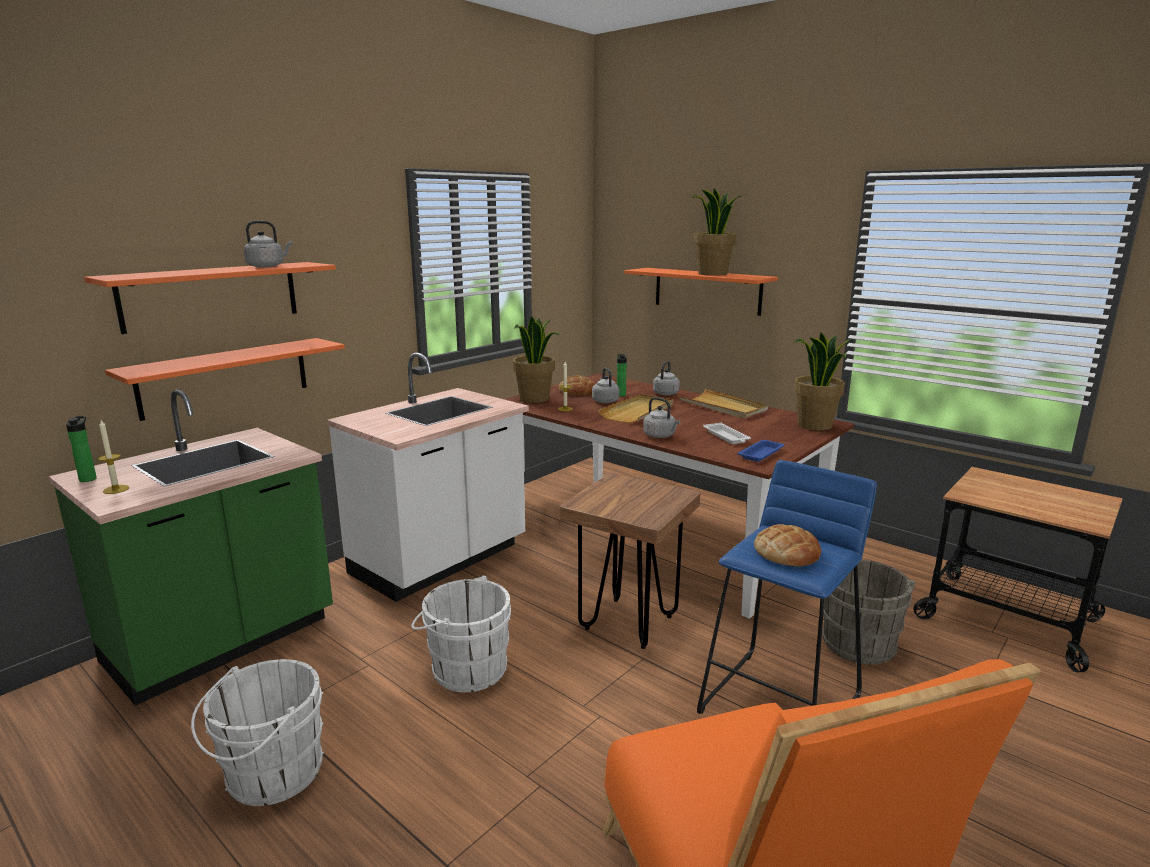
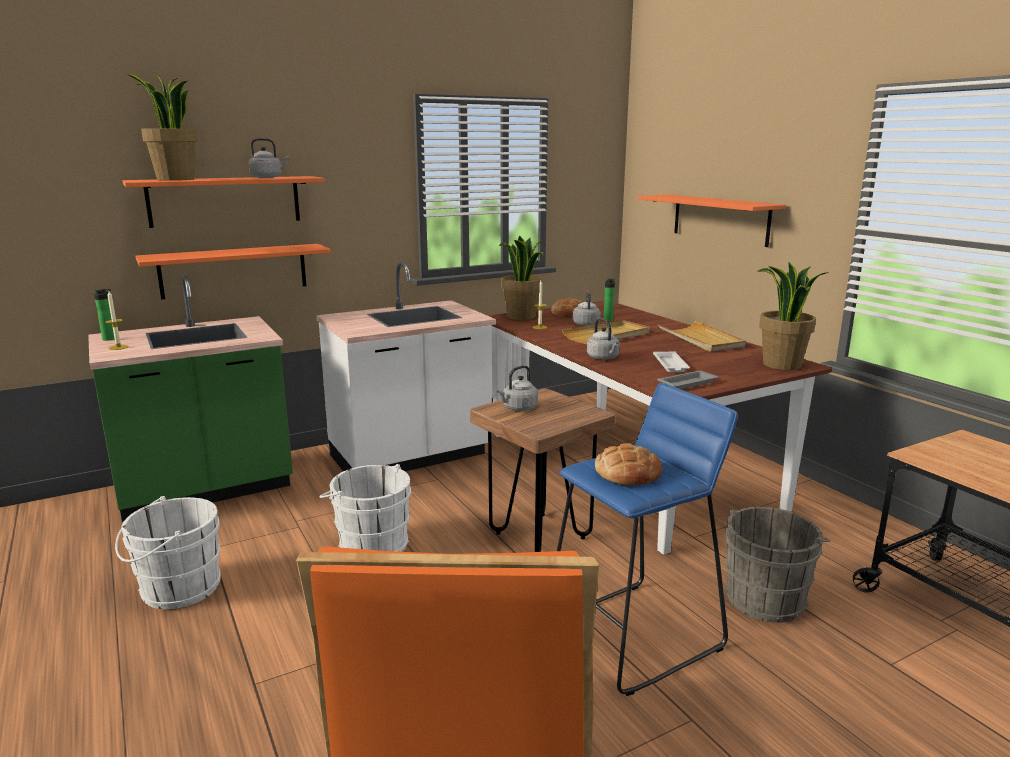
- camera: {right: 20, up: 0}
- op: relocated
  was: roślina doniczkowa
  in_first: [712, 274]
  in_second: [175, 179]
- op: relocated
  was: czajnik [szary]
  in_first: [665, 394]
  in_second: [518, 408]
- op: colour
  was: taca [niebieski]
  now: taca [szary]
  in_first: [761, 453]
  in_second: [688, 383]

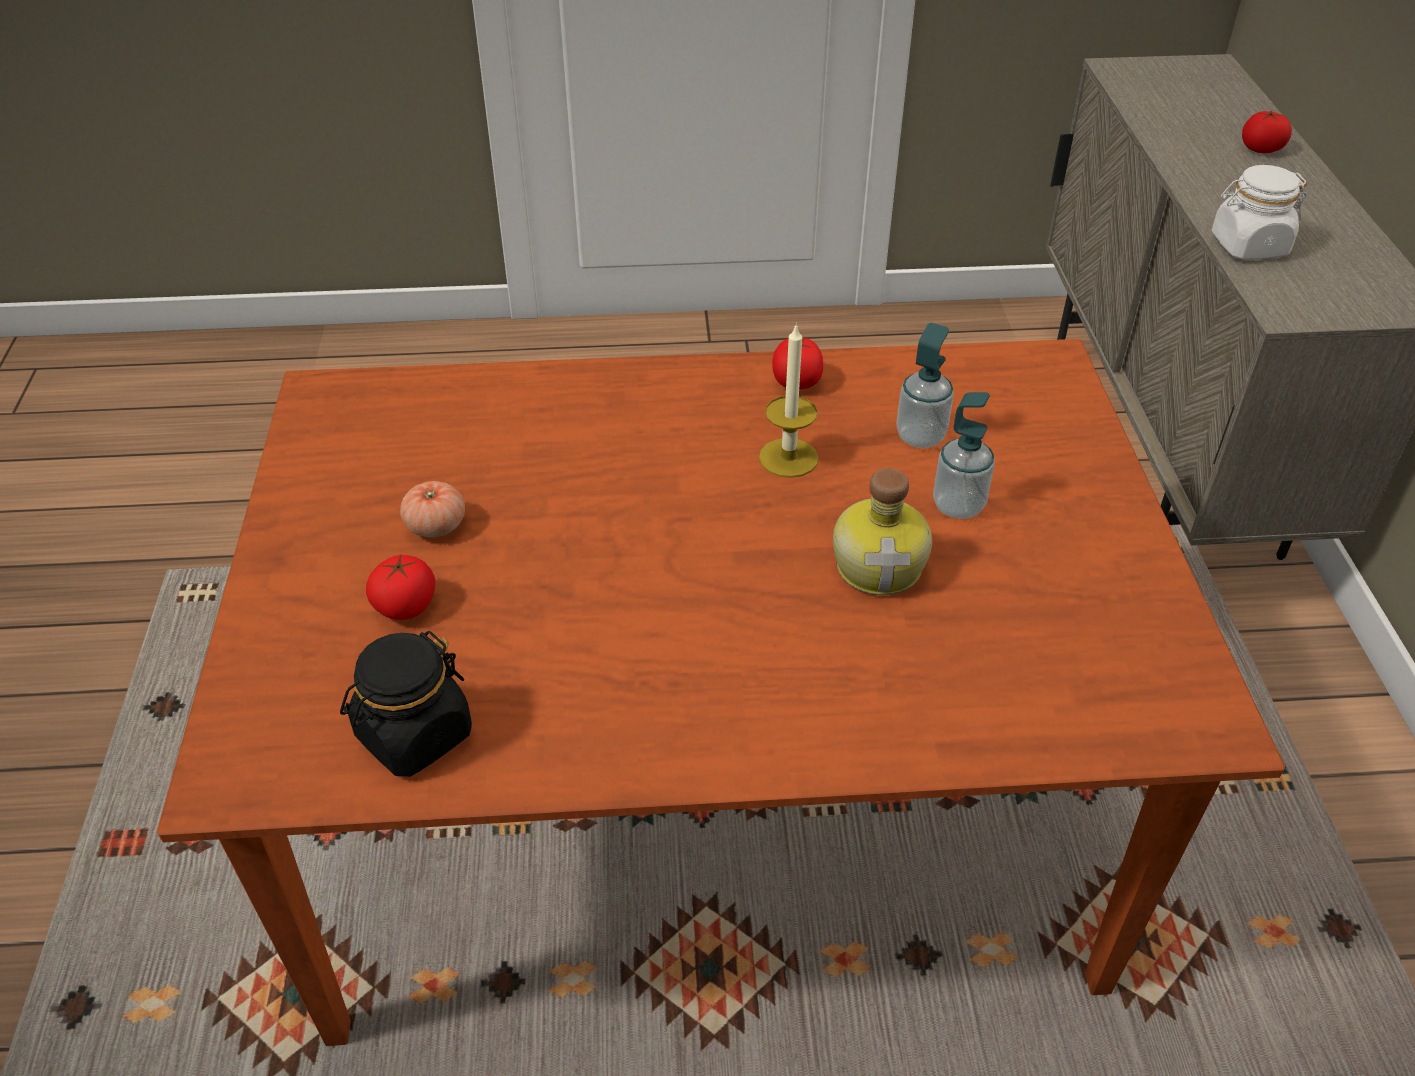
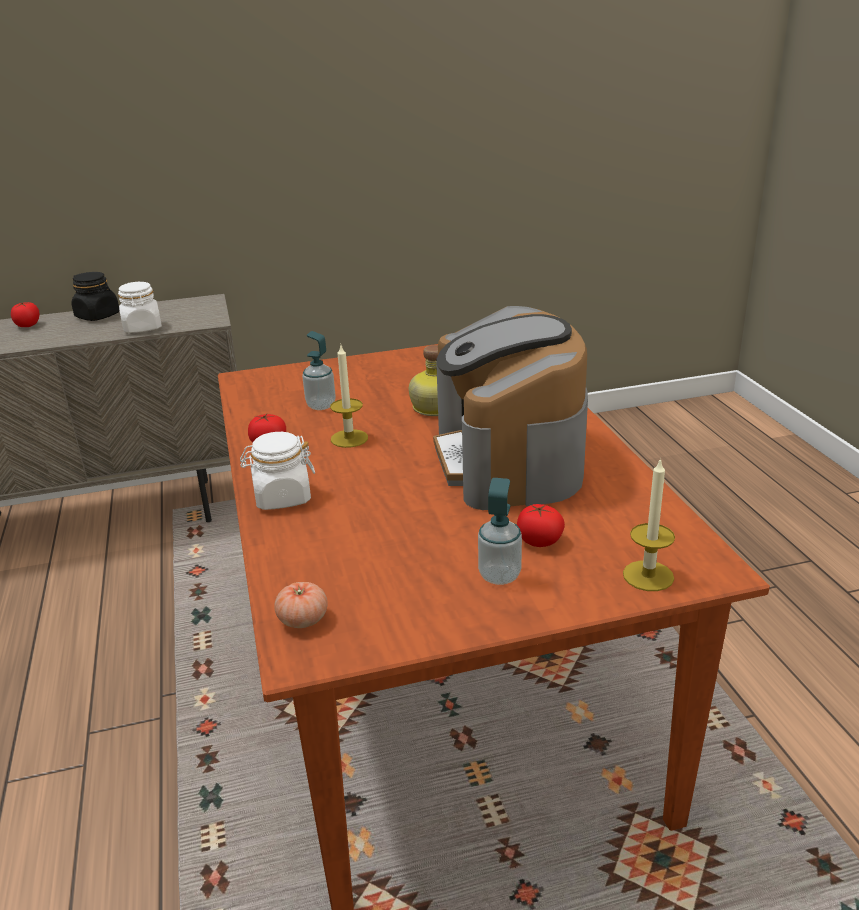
- camera: {right: -100, up: -15}
- op: relocated
  was: słoik [czarny]
  in_first: [414, 735]
  in_second: [98, 316]
- op: appeared
  now: słoik [biały]
  in_second: [282, 497]
- op: relocated
  was: pomidor
  in_first: [436, 526]
  in_second: [303, 619]
- op: appeared
  now: ekspres do kawy
  in_second: [509, 459]
- op: relocated
  was: dozownik mydła
  in_first: [958, 506]
  in_second: [499, 575]
- op: appeared
  now: świeca
  in_second: [648, 576]

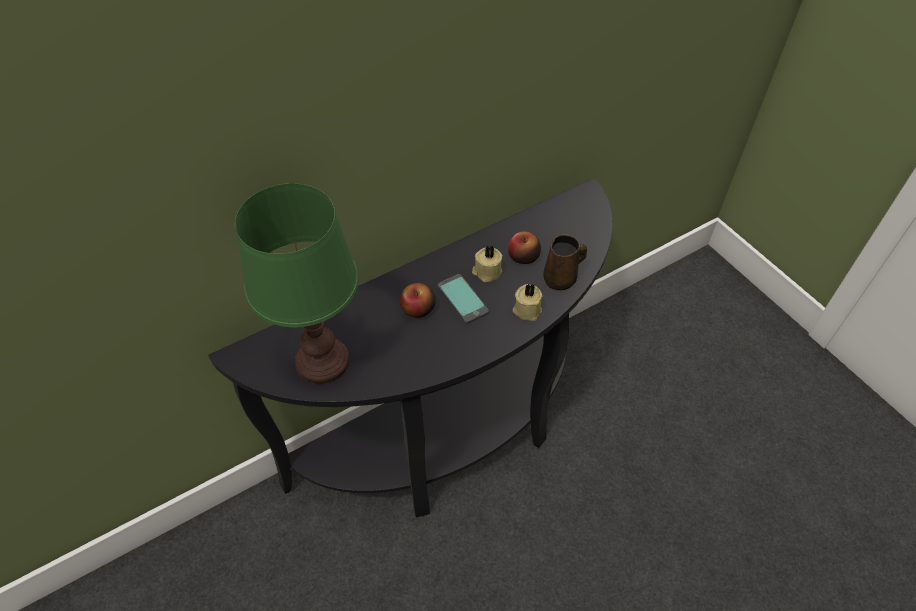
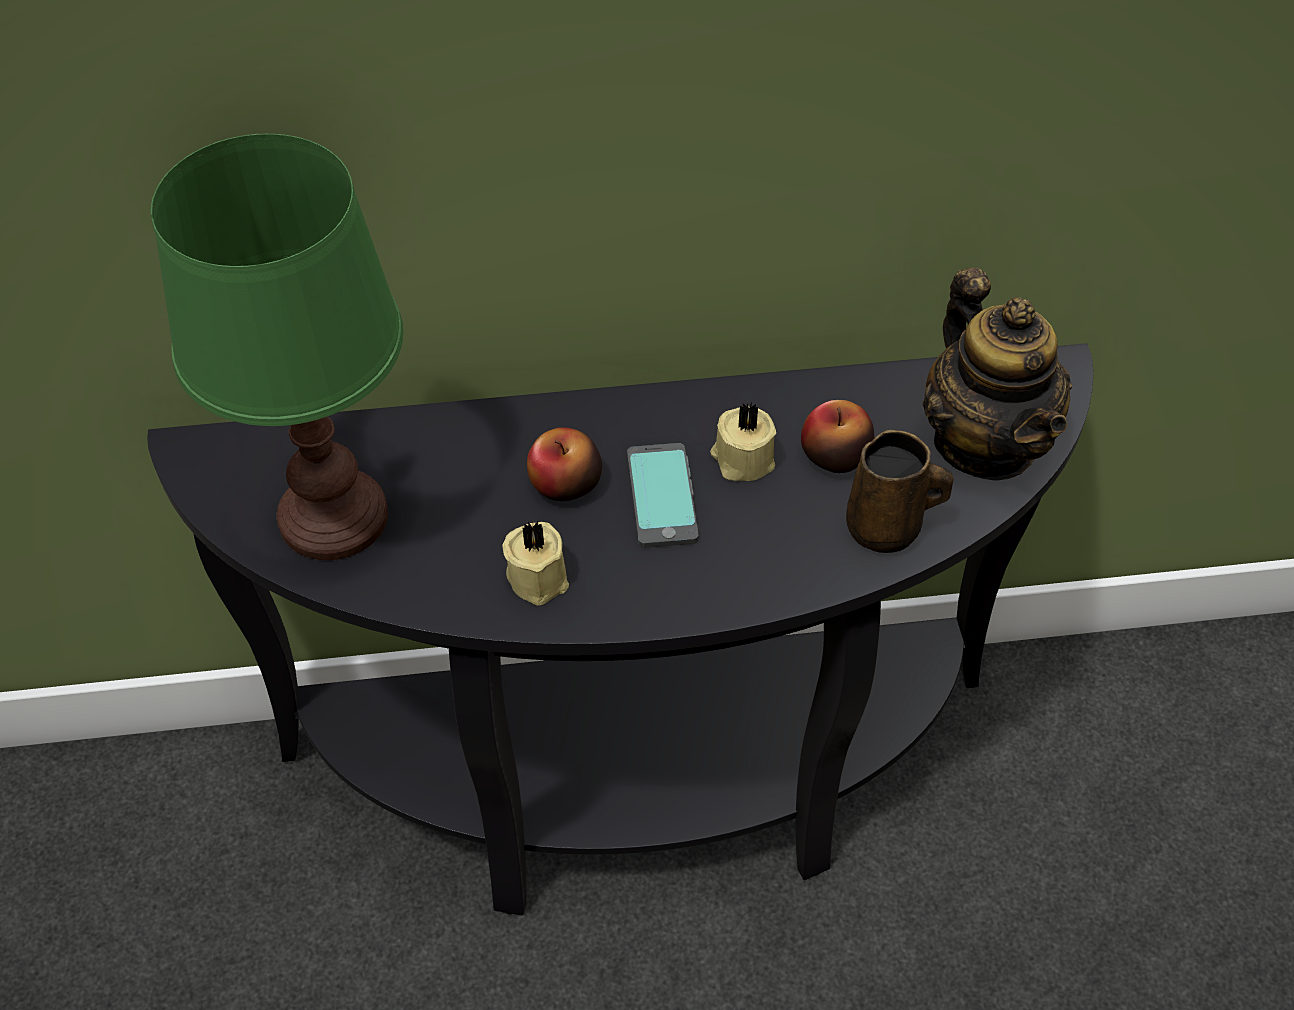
- camera: {right: 25, up: 0}
- op: relocated
  was: świeca [beżowy]
  in_first: [527, 309]
  in_second: [539, 576]
- op: appeared
  now: imbryk
  in_second: [984, 443]

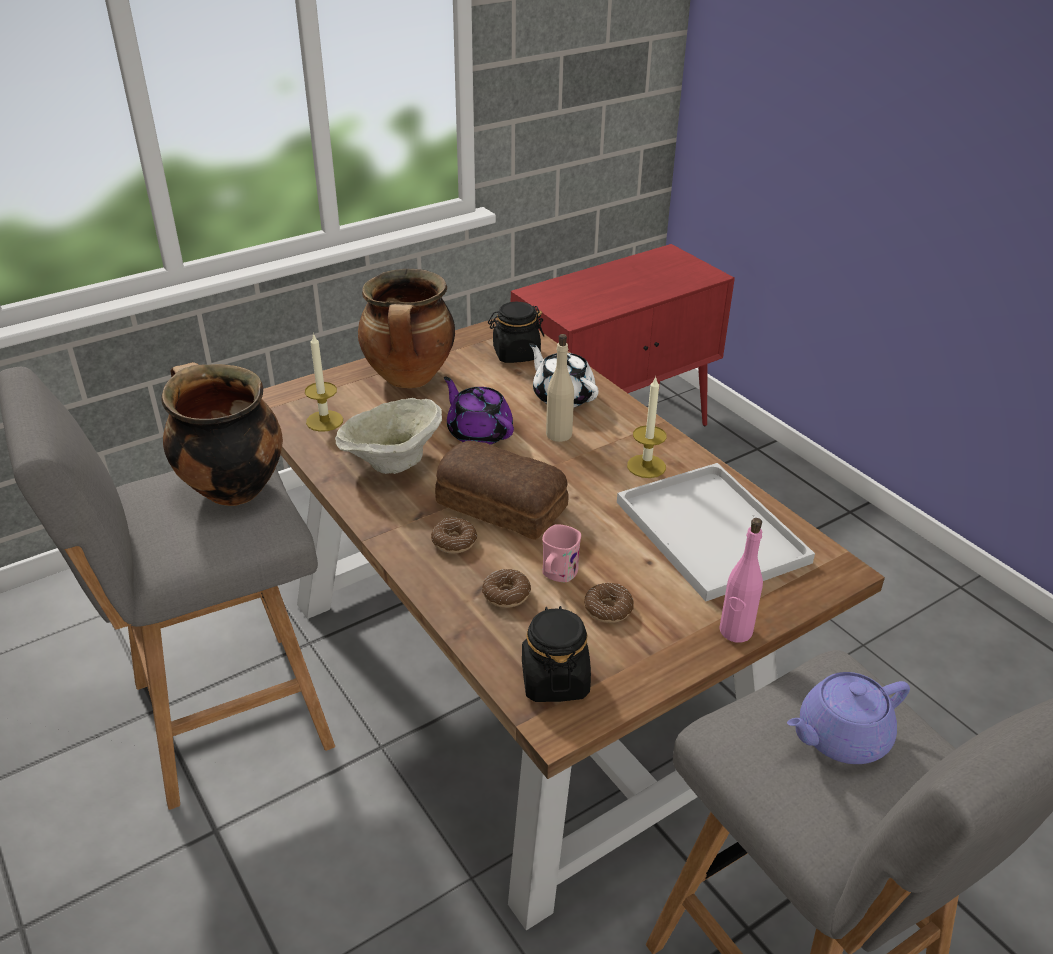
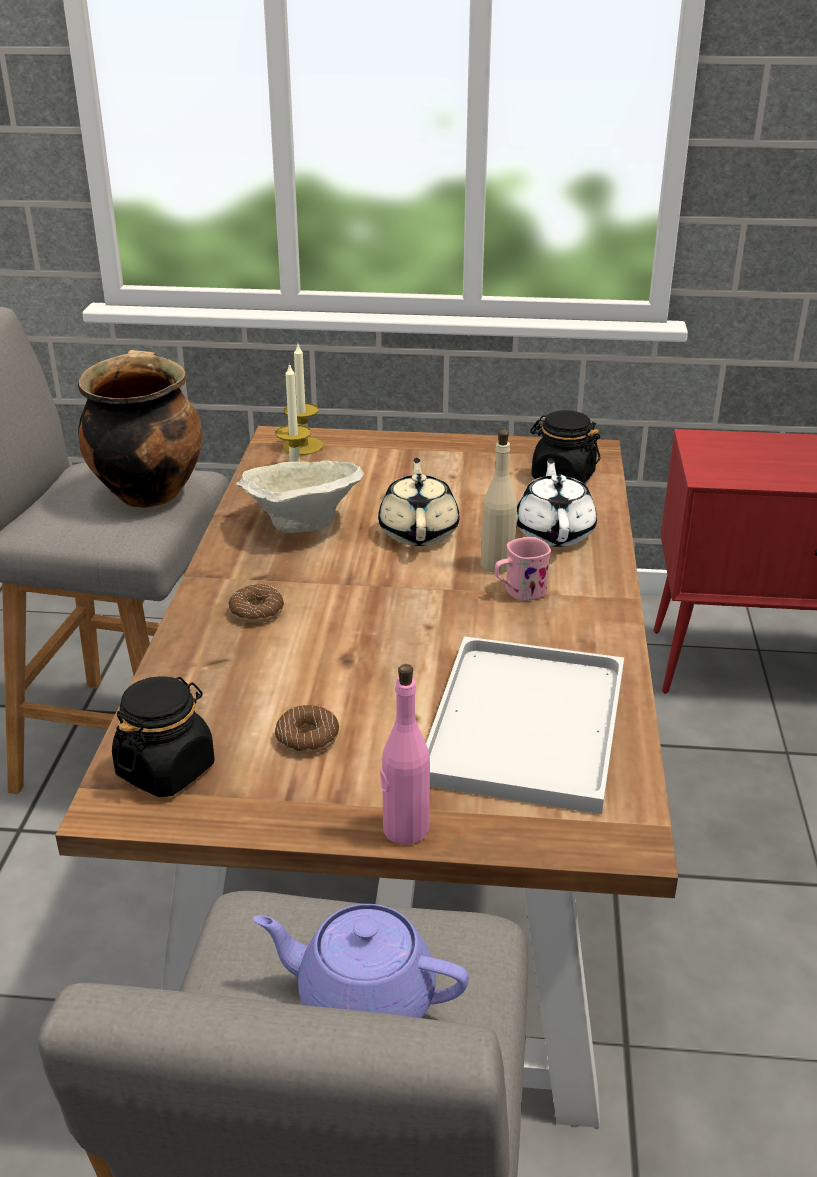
- camera: {right: 40, up: -5}
- op: relocated
  was: świeca
  in_first: [646, 466]
  in_second: [303, 446]
- op: colour
  was: imbryk [fioletowy]
  now: imbryk [beżowy]
  in_first: [479, 432]
  in_second: [419, 531]
- op: relocated
  was: kubek [różowy]
  in_first: [557, 574]
  in_second: [519, 592]
- op: missing
  was: garnek
  in_first: [410, 379]
- op: missing
  was: chleb
  in_first: [500, 503]
- op: missing
  was: donut
  in_first: [506, 594]

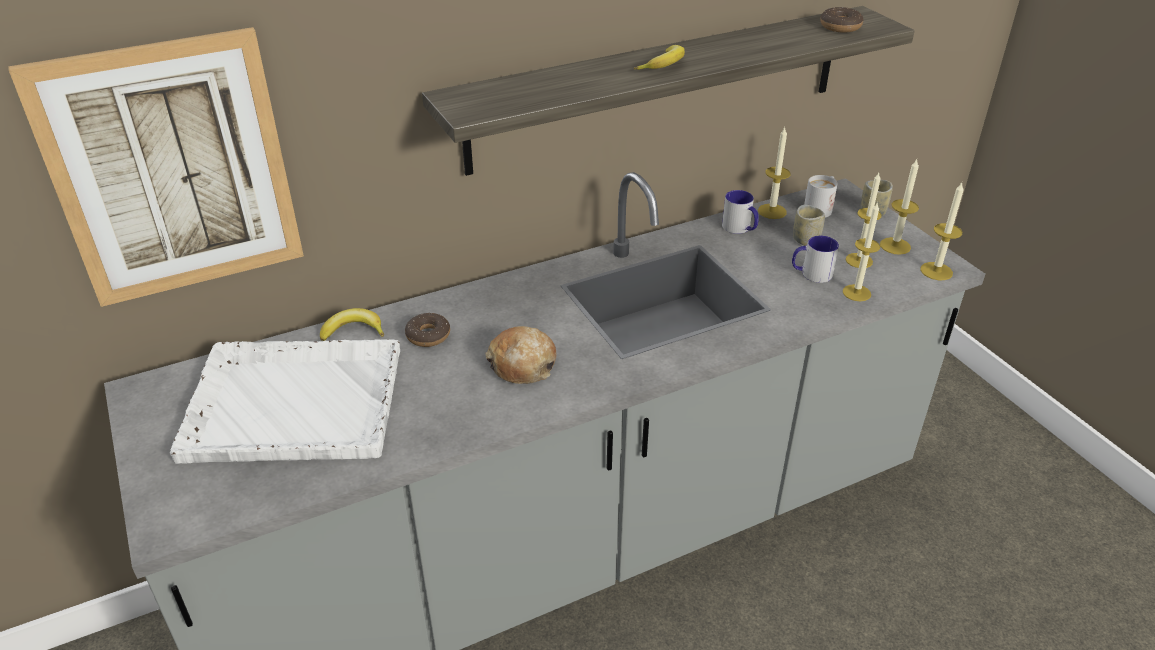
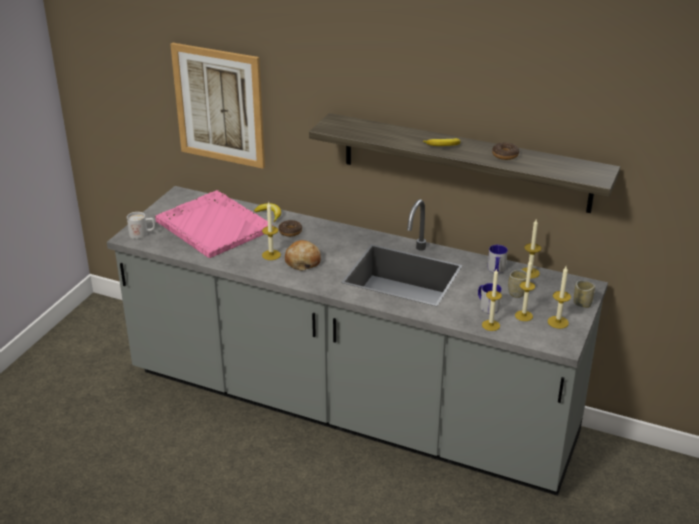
- camera: {right: 50, up: -5}
- op: relocated
  was: kubek [biały]
  in_first: [820, 208]
  in_second: [142, 234]
- op: colour
  was: taca [biały]
  now: taca [różowy]
  in_first: [292, 402]
  in_second: [213, 225]
- op: relocated
  was: świeca
  in_first: [936, 271]
  in_second: [271, 255]
- op: relocated
  was: donut
  in_first: [840, 26]
  in_second: [505, 155]

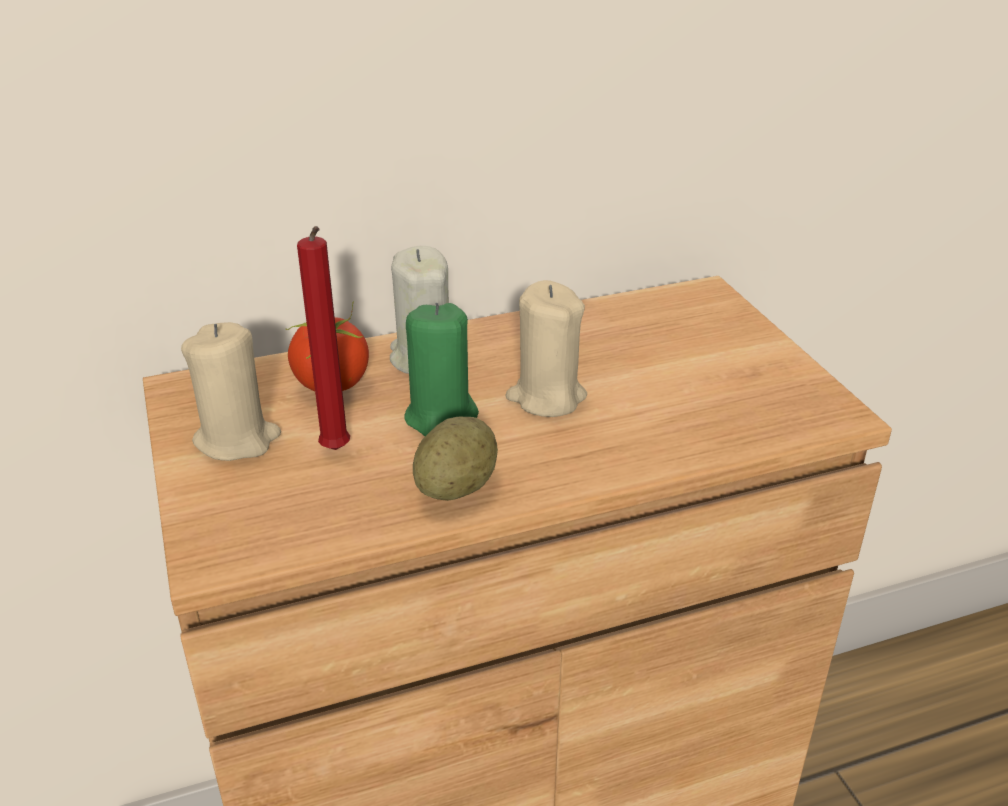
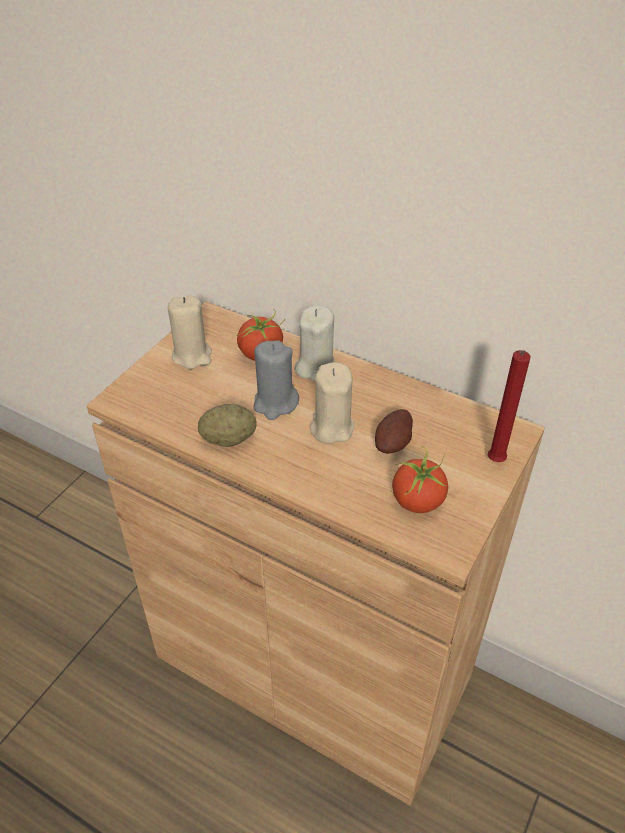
- camera: {right: 50, up: 10}
- op: colour
  was: świeca [zielony]
  now: świeca [szary]
  in_first: [442, 417]
  in_second: [275, 403]
- op: appeared
  now: ziemniak
  in_second: [394, 444]
- op: appeared
  now: pomidor
  in_second: [417, 501]
- op: relocated
  was: świeca [czerwony]
  in_first: [336, 453]
  in_second: [494, 463]

